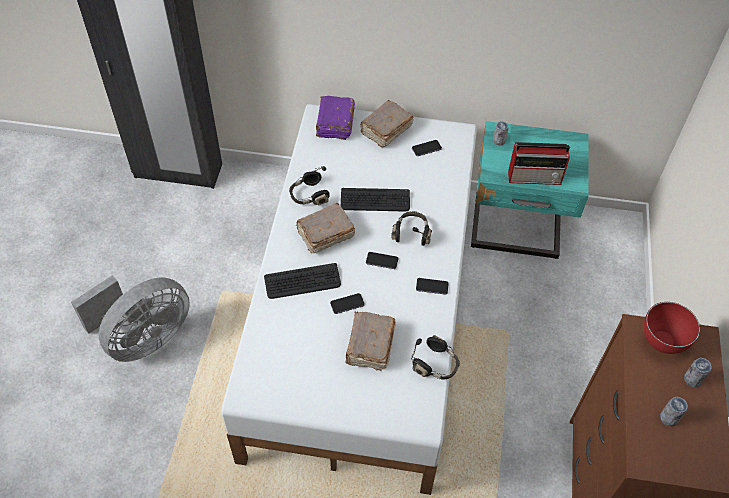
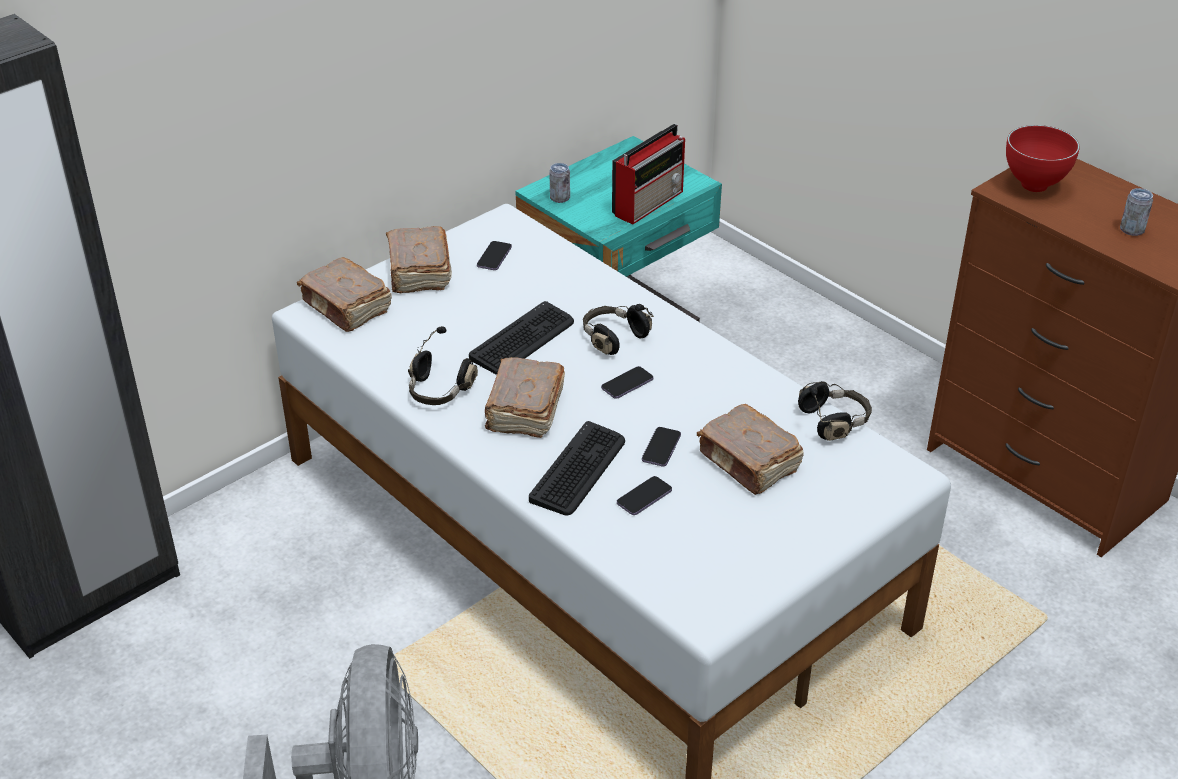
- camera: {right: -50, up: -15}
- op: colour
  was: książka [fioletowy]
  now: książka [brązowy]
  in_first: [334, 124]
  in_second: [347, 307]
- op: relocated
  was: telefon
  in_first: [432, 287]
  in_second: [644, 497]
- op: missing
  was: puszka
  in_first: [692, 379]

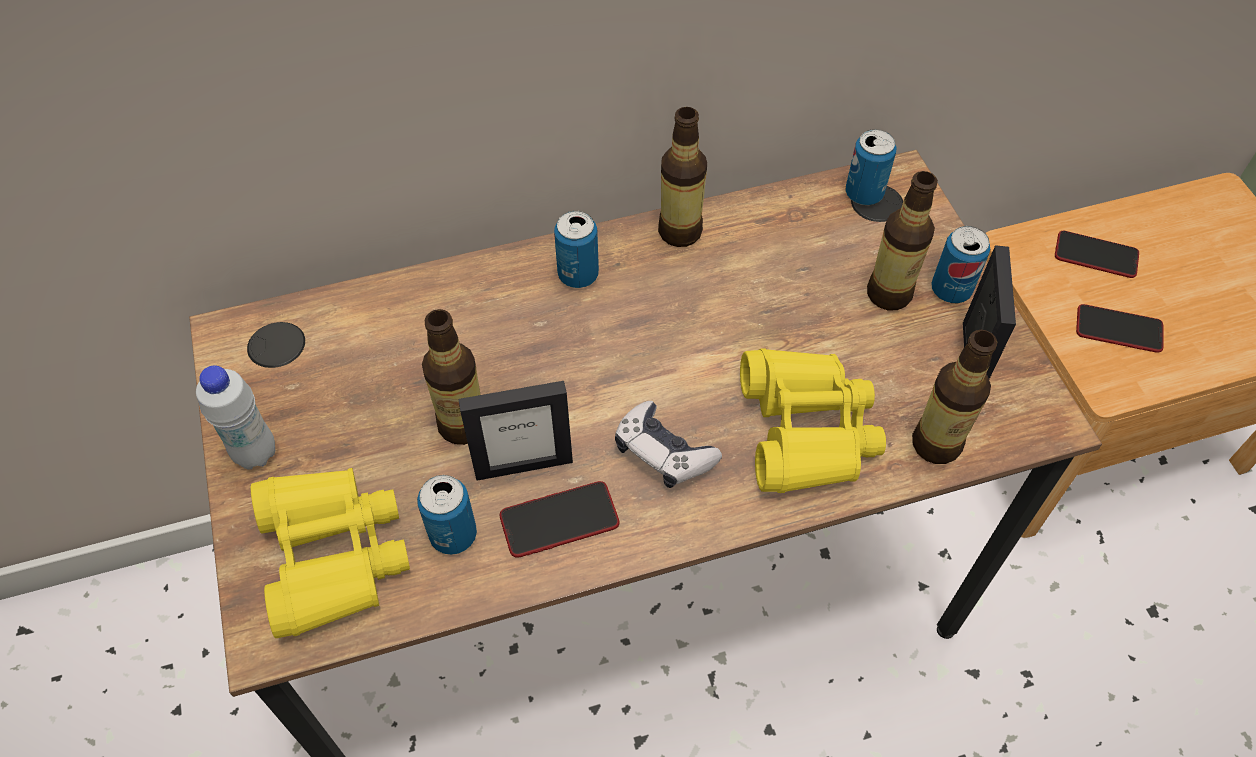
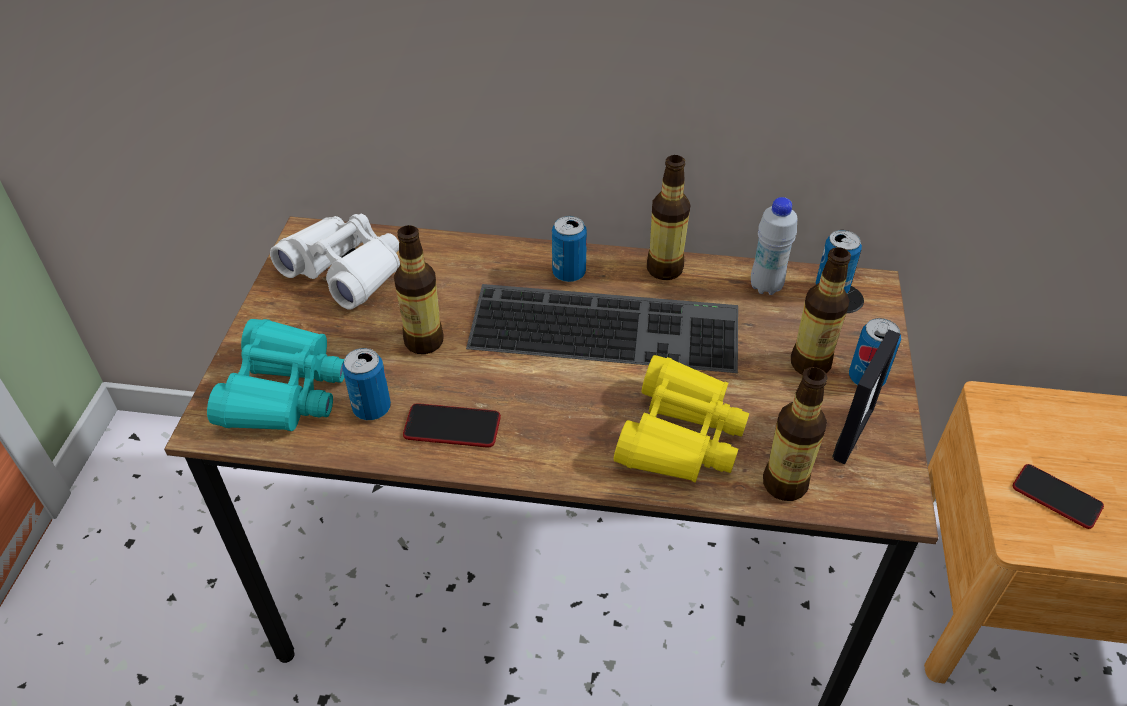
- camera: {right: 25, up: -10}
- op: colour
  was: lornetka [żółty]
  now: lornetka [turkusowy]
  in_first: [333, 555]
  in_second: [284, 391]
- op: appeared
  now: lornetka [biały]
  in_second: [345, 270]
- op: appeared
  now: klawiatura
  in_second: [607, 325]
- op: relocated
  was: butelka [biały]
  in_first: [255, 453]
  in_second: [766, 286]
- op: missing
  was: ramka na zdjęcie
  in_first: [523, 465]
- op: missing
  was: pad do gier
  in_first: [663, 452]
- op: missing
  was: telefon
  in_first: [1096, 255]

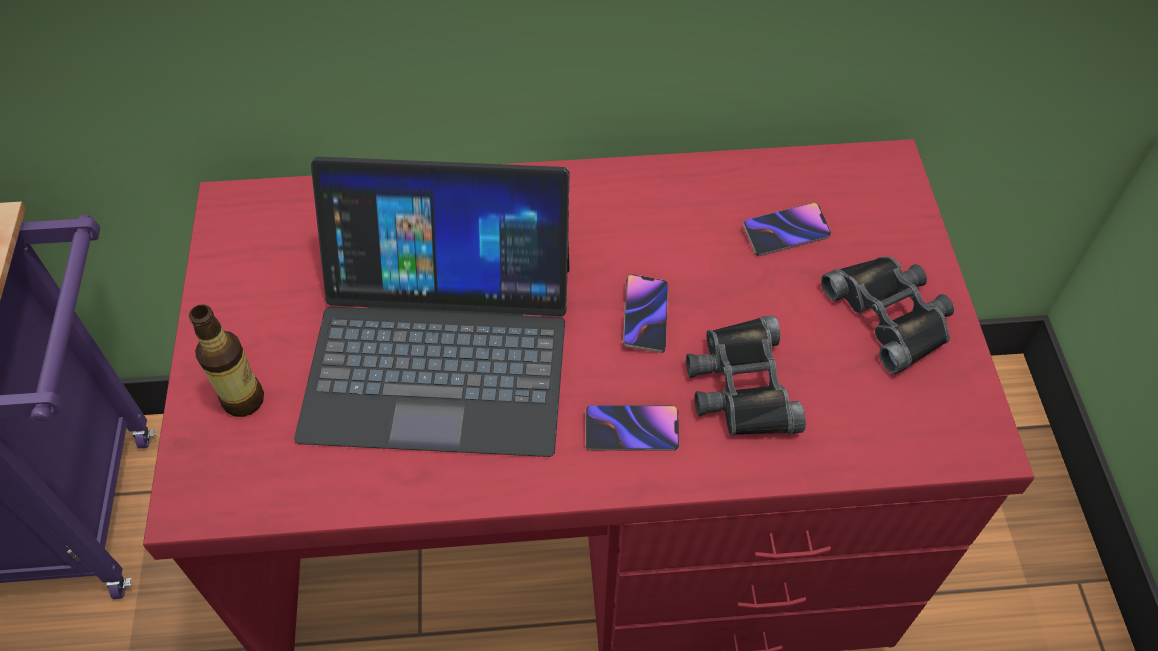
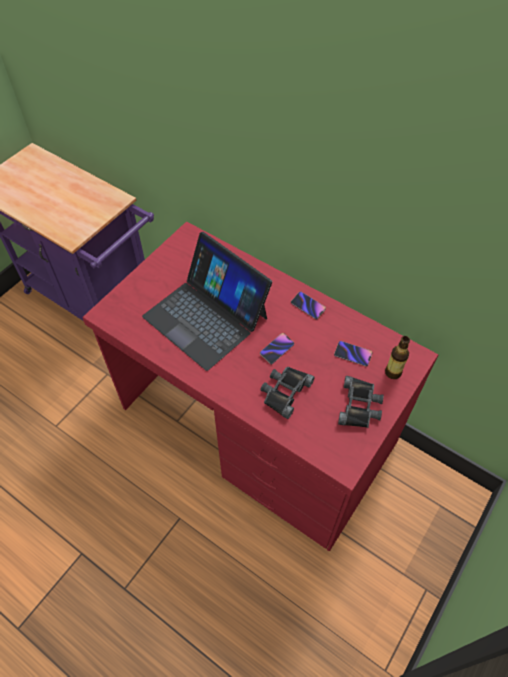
- camera: {right: 40, up: 0}
- op: relocated
  was: telefon
  in_first: [631, 430]
  in_second: [308, 306]
- op: relocated
  was: butelka
  in_first: [243, 399]
  in_second: [393, 372]

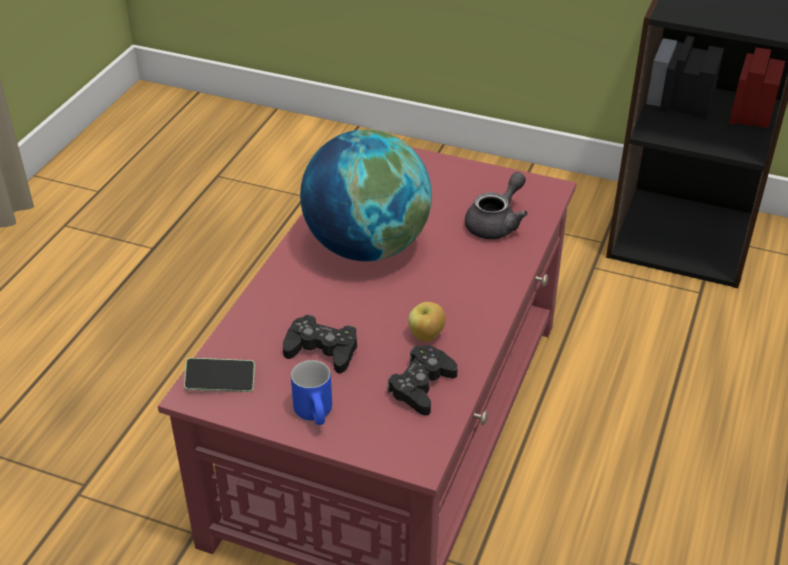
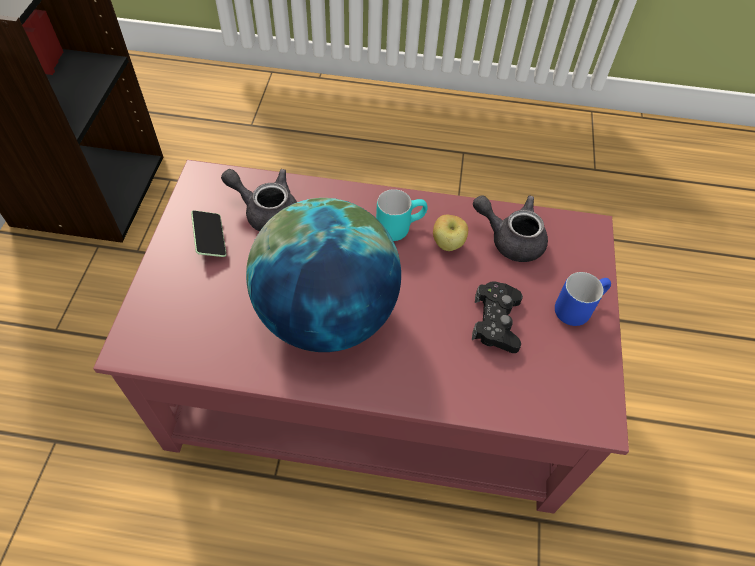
- camera: {right: -105, up: 15}
- op: relocated
  was: telefon
  in_first: [220, 382]
  in_second: [210, 239]
- op: appeared
  now: kubek [turkusowy]
  in_second: [399, 226]
- op: exchanged
  was: pad do gier [czarny]
  now: imbryk [szary]
  in_first: [421, 386]
  in_second: [510, 239]

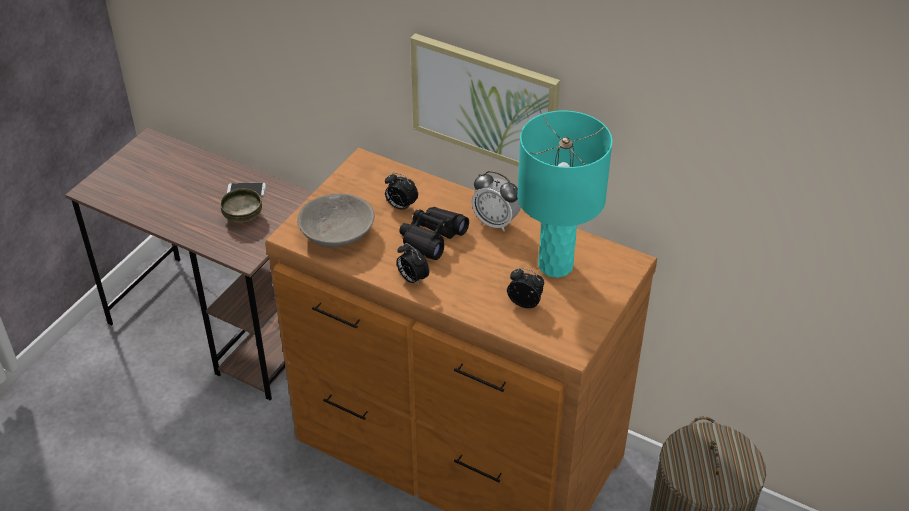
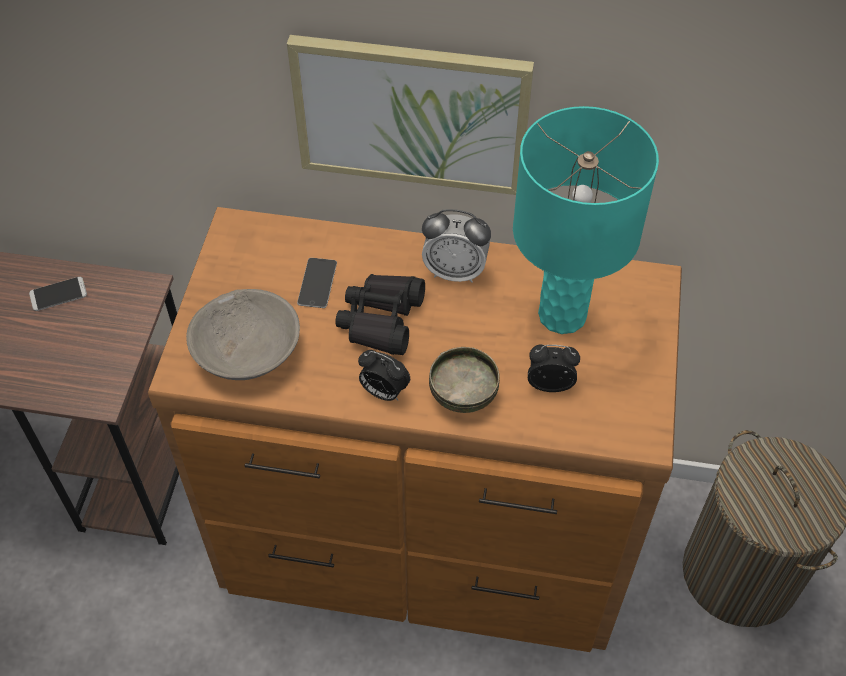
- camera: {right: -20, up: 10}
- op: exchanged
  was: budzik
  now: telefon
  in_first: [401, 206]
  in_second: [317, 283]
- op: relocated
  was: miska
  in_first: [242, 216]
  in_second: [462, 394]

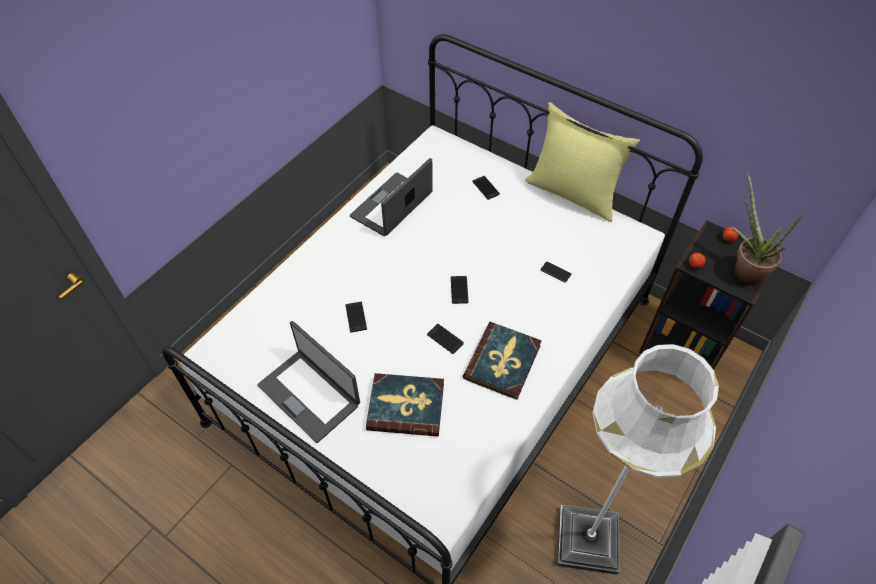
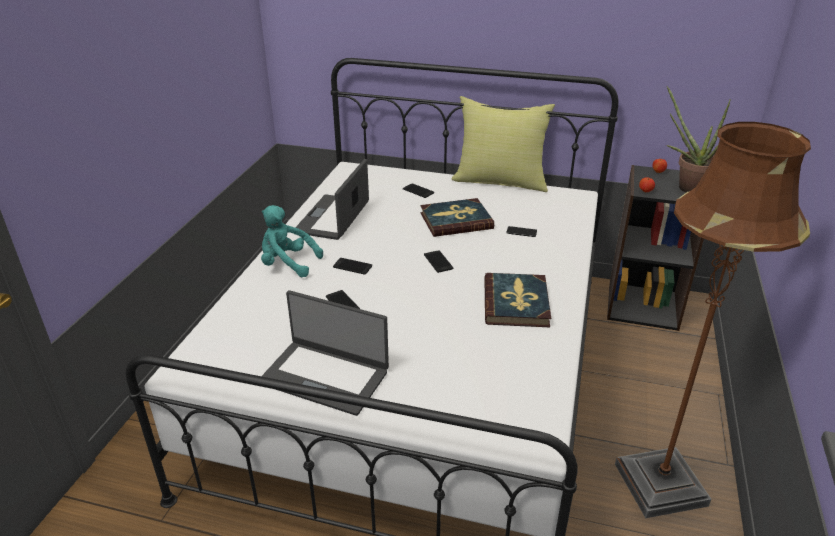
- camera: {right: -20, up: -20}
- op: appeared
  now: pluszak [turkusowy]
  in_second: [287, 264]
- op: relocated
  was: telefon
  in_first: [445, 339]
  in_second: [352, 266]
- op: relocated
  was: książka
  in_first: [406, 406]
  in_second: [456, 220]
- op: colour
  was: lampa stojąca [biały]
  now: lampa stojąca [brązowy]
  in_first: [587, 540]
  in_second: [660, 484]

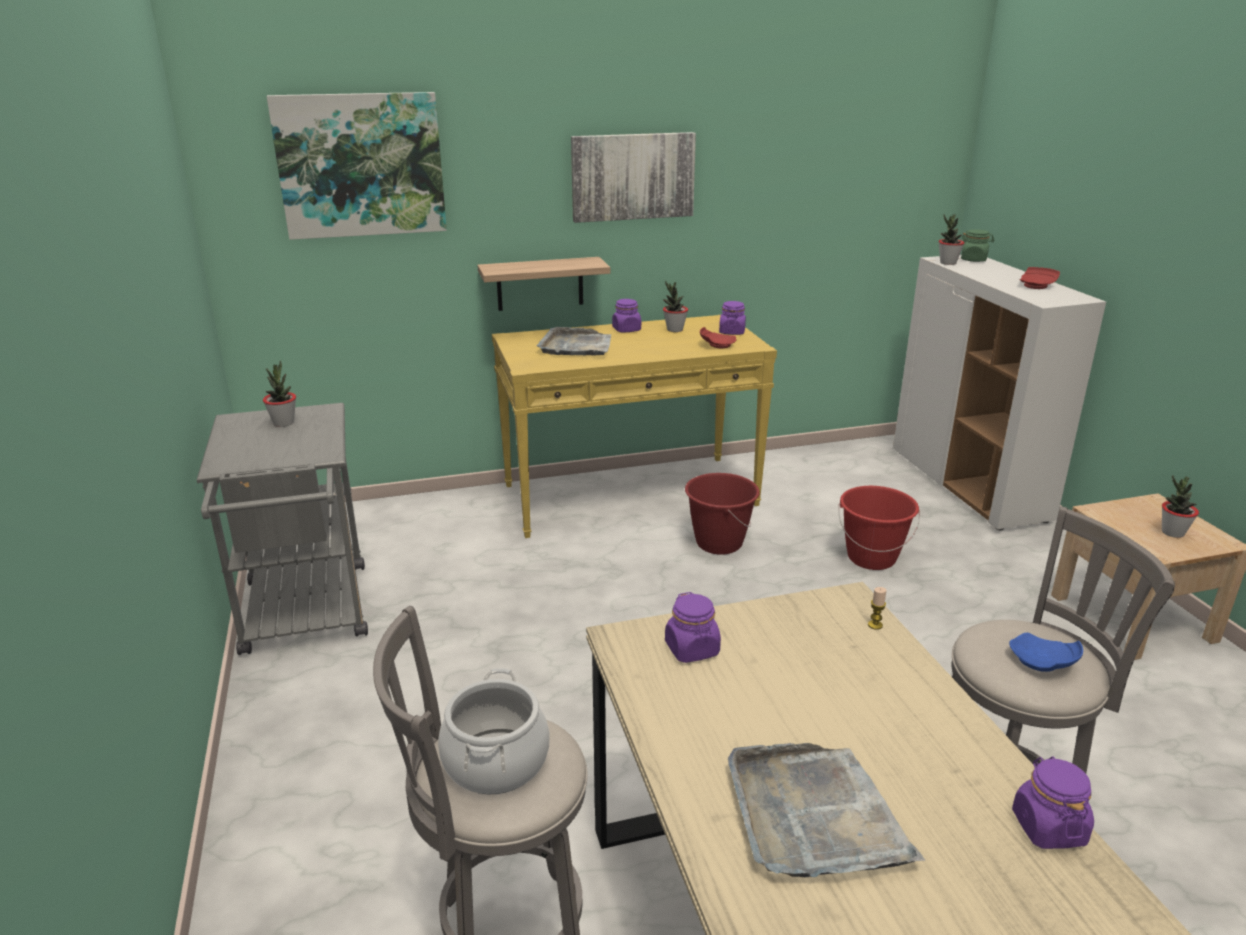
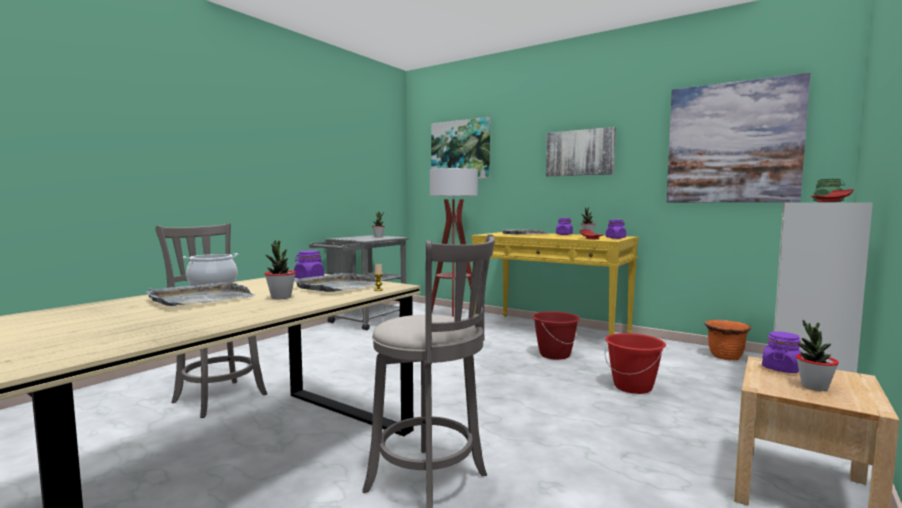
- camera: {right: 50, up: -20}
- op: relocated
  was: roślina doniczkowa
  in_first: [948, 263]
  in_second: [281, 297]
- op: appeared
  now: taca [szary]
  in_second: [338, 287]
- op: appeared
  now: lampa stojąca
  in_second: [453, 316]
- op: appeared
  now: obraz
  in_second: [732, 143]
- op: appeared
  now: donica [pomarańczowy]
  in_second: [725, 356]
- op: relocated
  was: słoik [fioletowy]
  in_first: [1048, 827]
  in_second: [781, 369]
- op: missing
  was: półka
  in_first: [540, 284]
- op: missing
  was: talerz [niebieski]
  in_first: [1043, 663]

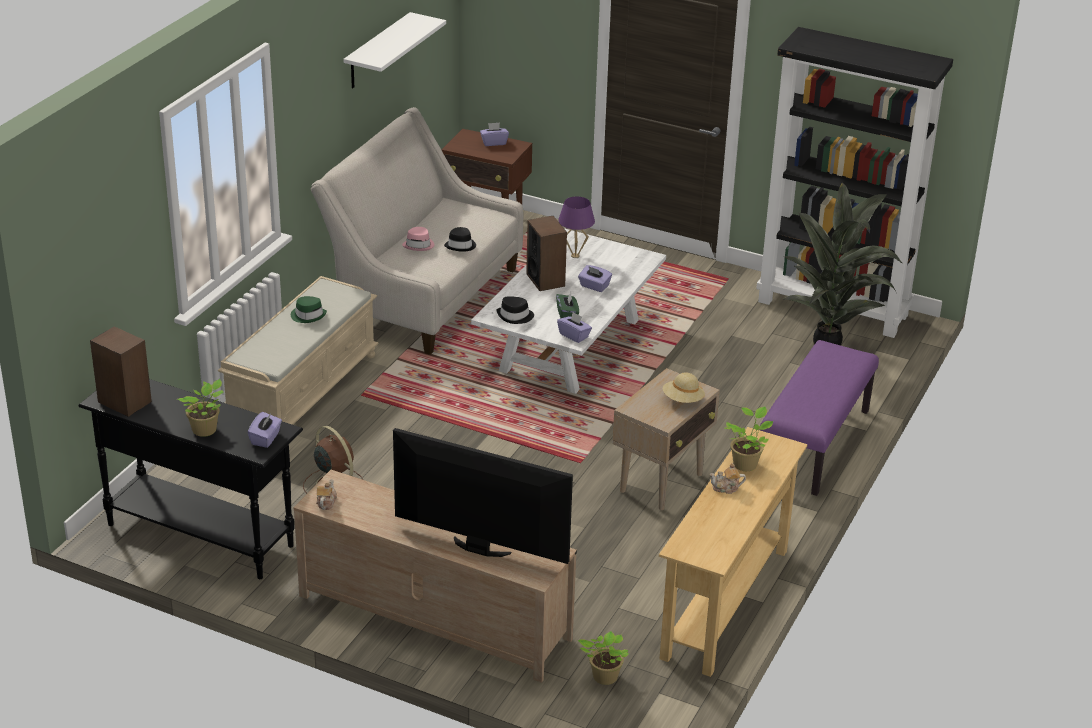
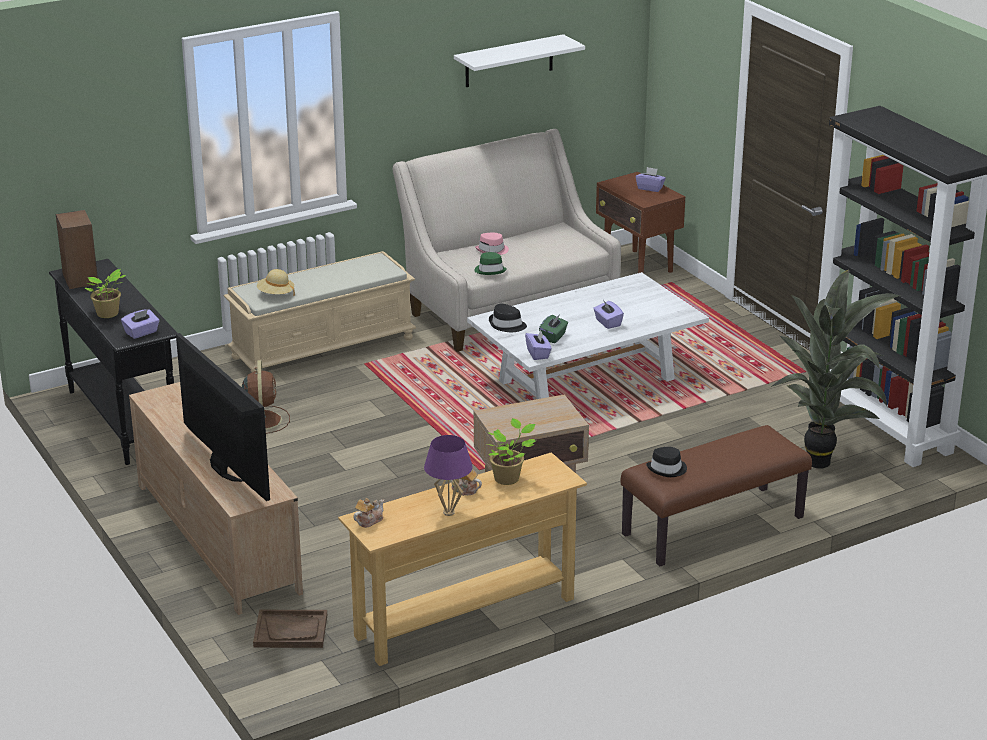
- camera: {right: 35, up: -5}
- op: exchanged
  was: roślina doniczkowa
  now: taca [brązowy]
  in_first: [603, 677]
  in_second: [291, 631]
- op: relocated
  was: kapelusz [beżowy]
  in_first: [683, 400]
  in_second: [276, 294]
- op: relocated
  was: imbryk
  in_first: [326, 502]
  in_second: [369, 521]
- op: relocated
  was: lampa stołowa [fioletowy]
  in_first: [575, 256]
  in_second: [448, 512]
- op: relocated
  was: kapelusz [zielony]
  in_first: [308, 315]
  in_second: [490, 270]
- op: colour
  was: ławka [fioletowy]
  now: ławka [brązowy]
  in_first: [815, 445]
  in_second: [713, 527]
- op: relocated
  was: kapelusz [czarny]
  in_first: [460, 245]
  in_second: [667, 469]
- op: missing
  was: głośnik
  in_first: [545, 280]

